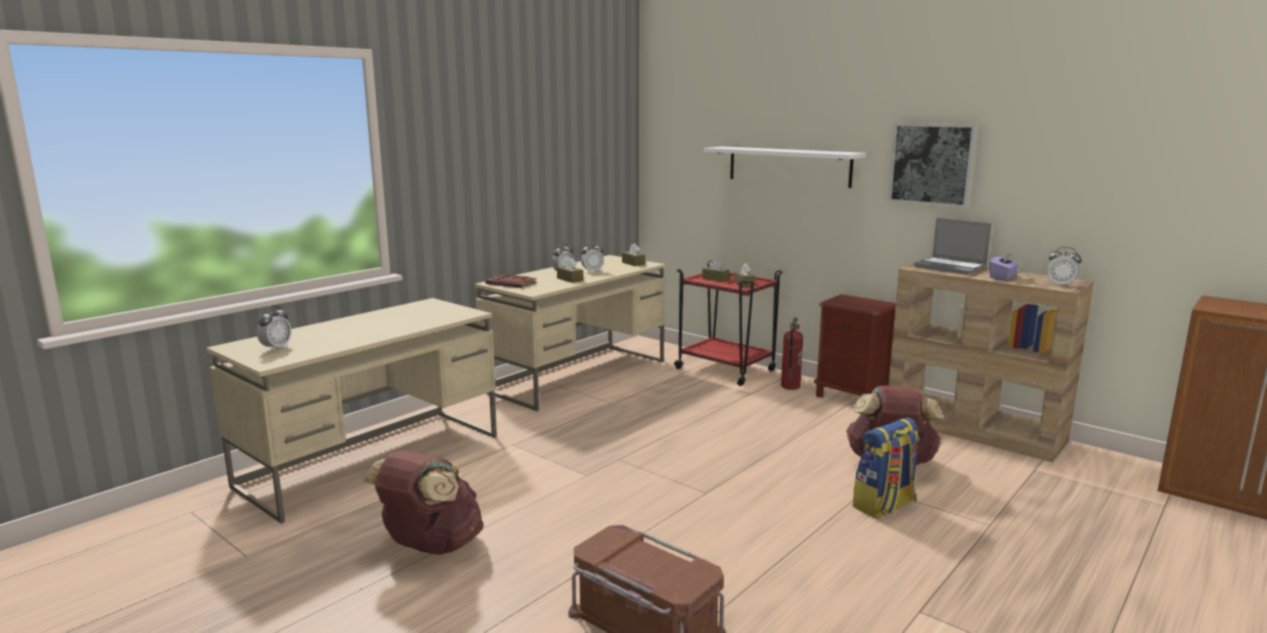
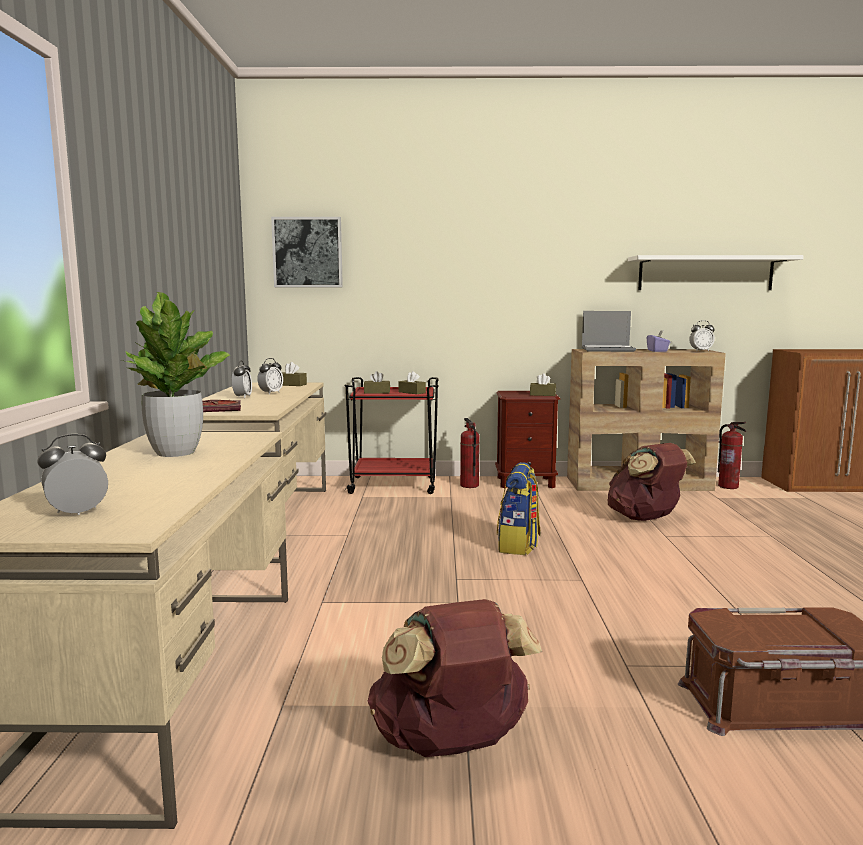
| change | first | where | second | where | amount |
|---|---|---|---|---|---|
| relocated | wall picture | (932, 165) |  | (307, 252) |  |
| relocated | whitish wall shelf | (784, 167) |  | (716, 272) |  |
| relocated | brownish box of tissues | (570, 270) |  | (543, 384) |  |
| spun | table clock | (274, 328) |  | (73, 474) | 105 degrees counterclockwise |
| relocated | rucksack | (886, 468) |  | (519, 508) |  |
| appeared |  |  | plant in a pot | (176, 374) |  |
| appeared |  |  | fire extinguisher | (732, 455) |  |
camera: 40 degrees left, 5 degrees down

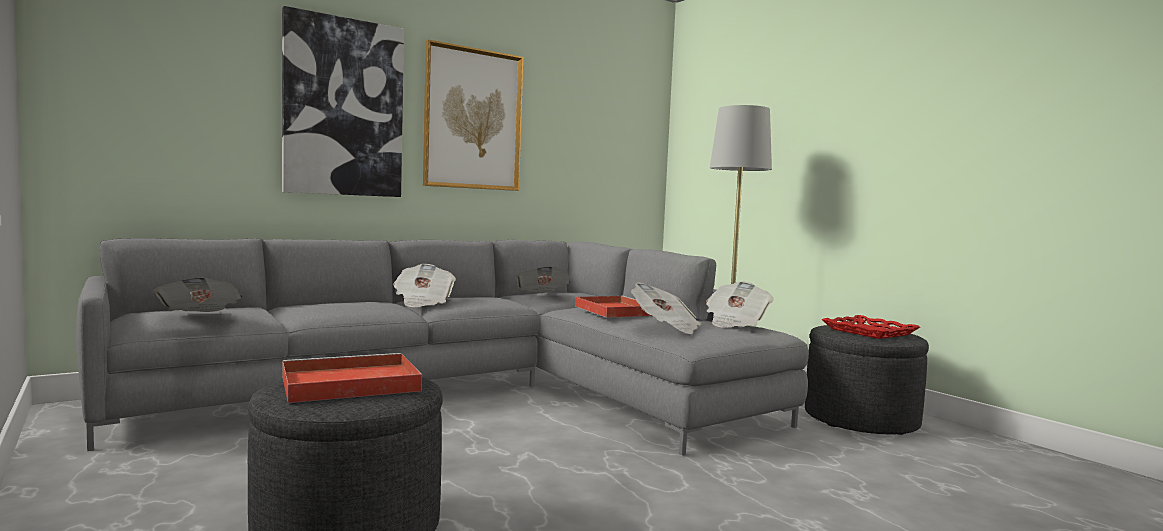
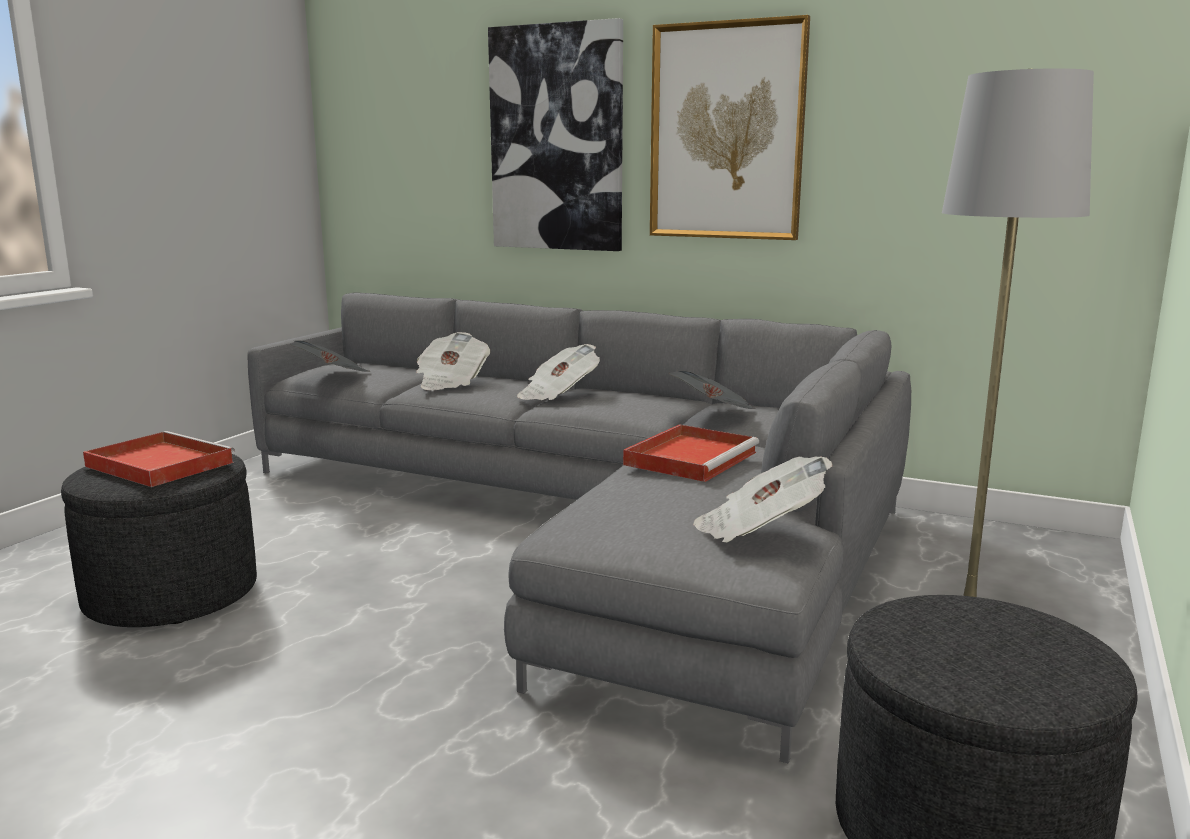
| change | first | where | second | where | amount |
|---|---|---|---|---|---|
| relocated | newspaper | (666, 308) |  | (453, 361) |  |
| missing | red-coloured tray | (870, 327) |  |  |  |
camera: 60 degrees right, 10 degrees up

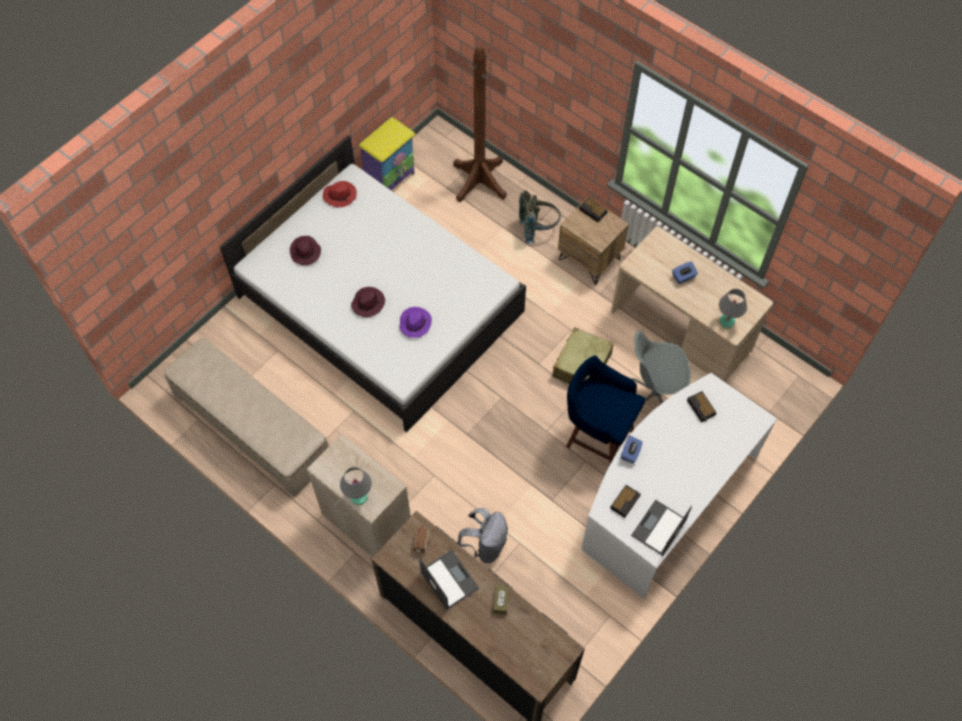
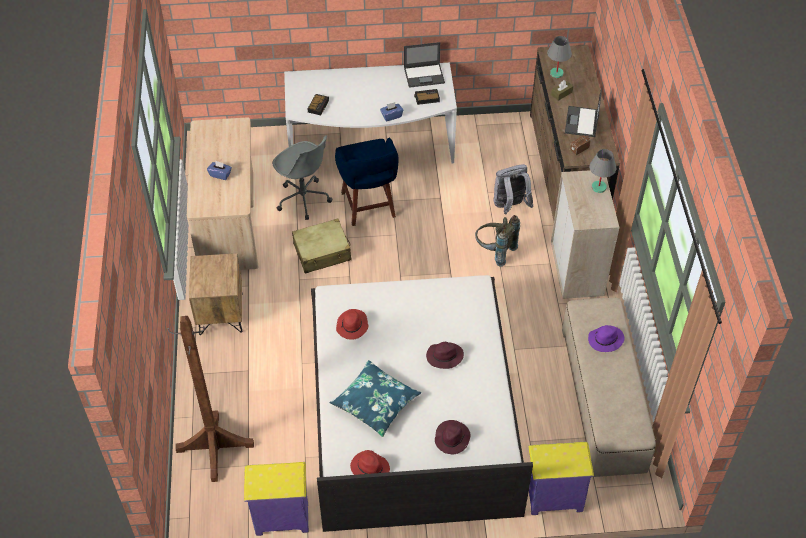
| change | first | where | second | where | amount |
|---|---|---|---|---|---|
| relocated | gray rucksack | (540, 217) |  | (497, 241) |  |
| missing | table clock | (593, 209) |  |  |  |
| relocated | gray lamp for a table | (733, 308) |  | (559, 57) |  |
| relocated | purple clothing hat | (415, 322) |  | (606, 338) |  |
| appeared |  |  | red-coloured clothing hat | (352, 324) |  |
| appeared |  |  | blue-coloured throw pillow | (375, 398) |  |
| appeared |  |  | night table | (561, 478) |  |
camera: 135 degrees left, 10 degrees down

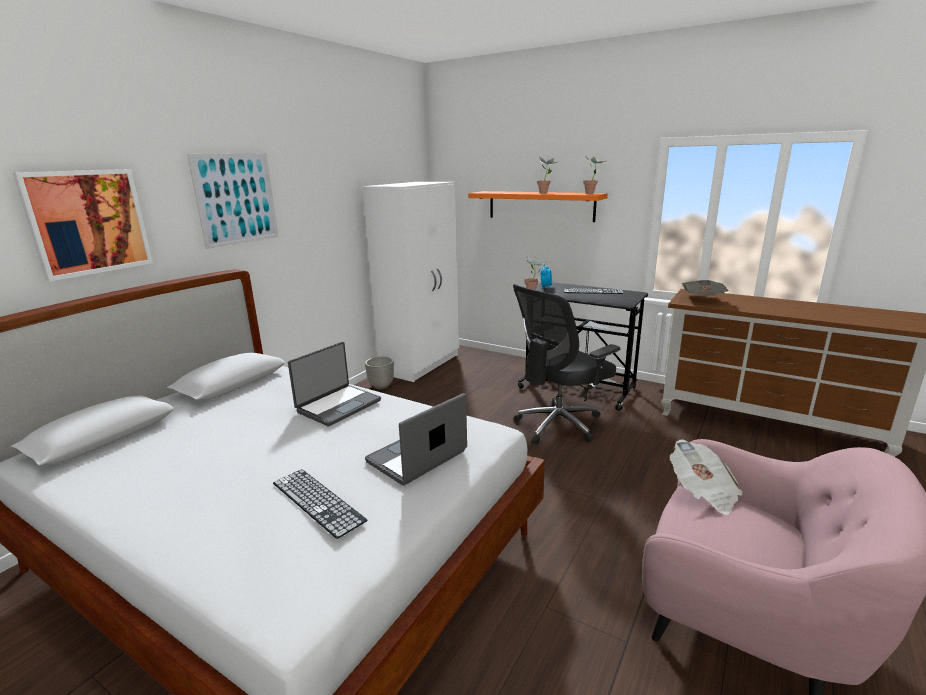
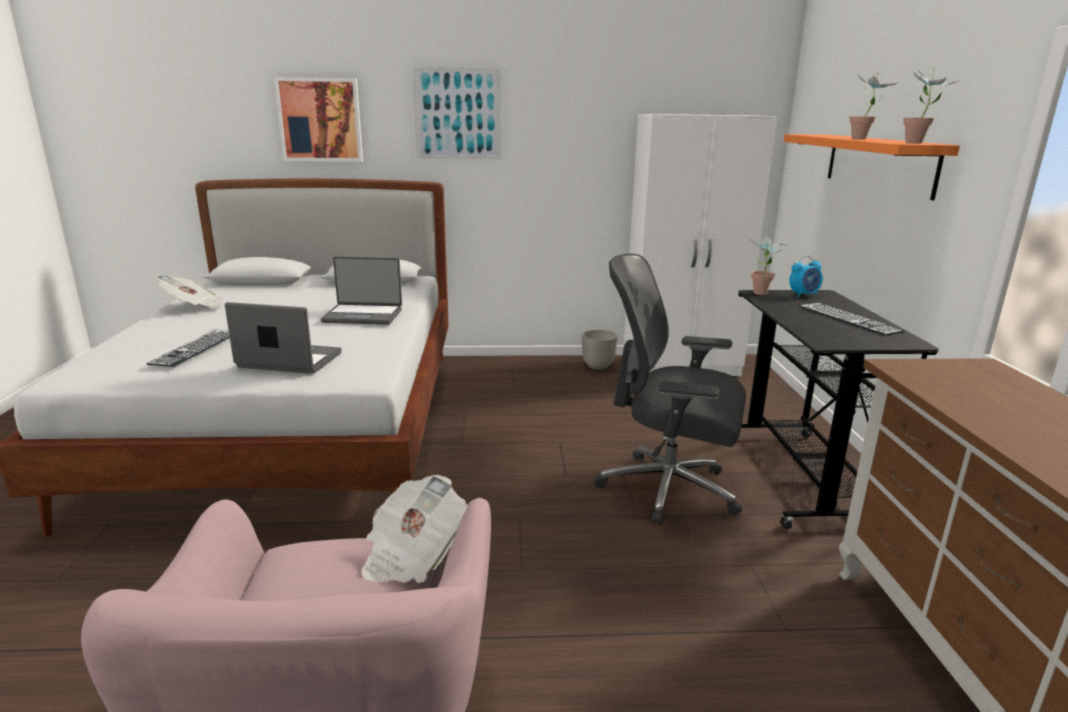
| change | first | where | second | where | amount |
|---|---|---|---|---|---|
| relocated | newspaper | (705, 288) |  | (189, 292) |  |
camera: 55 degrees right, 0 degrees up

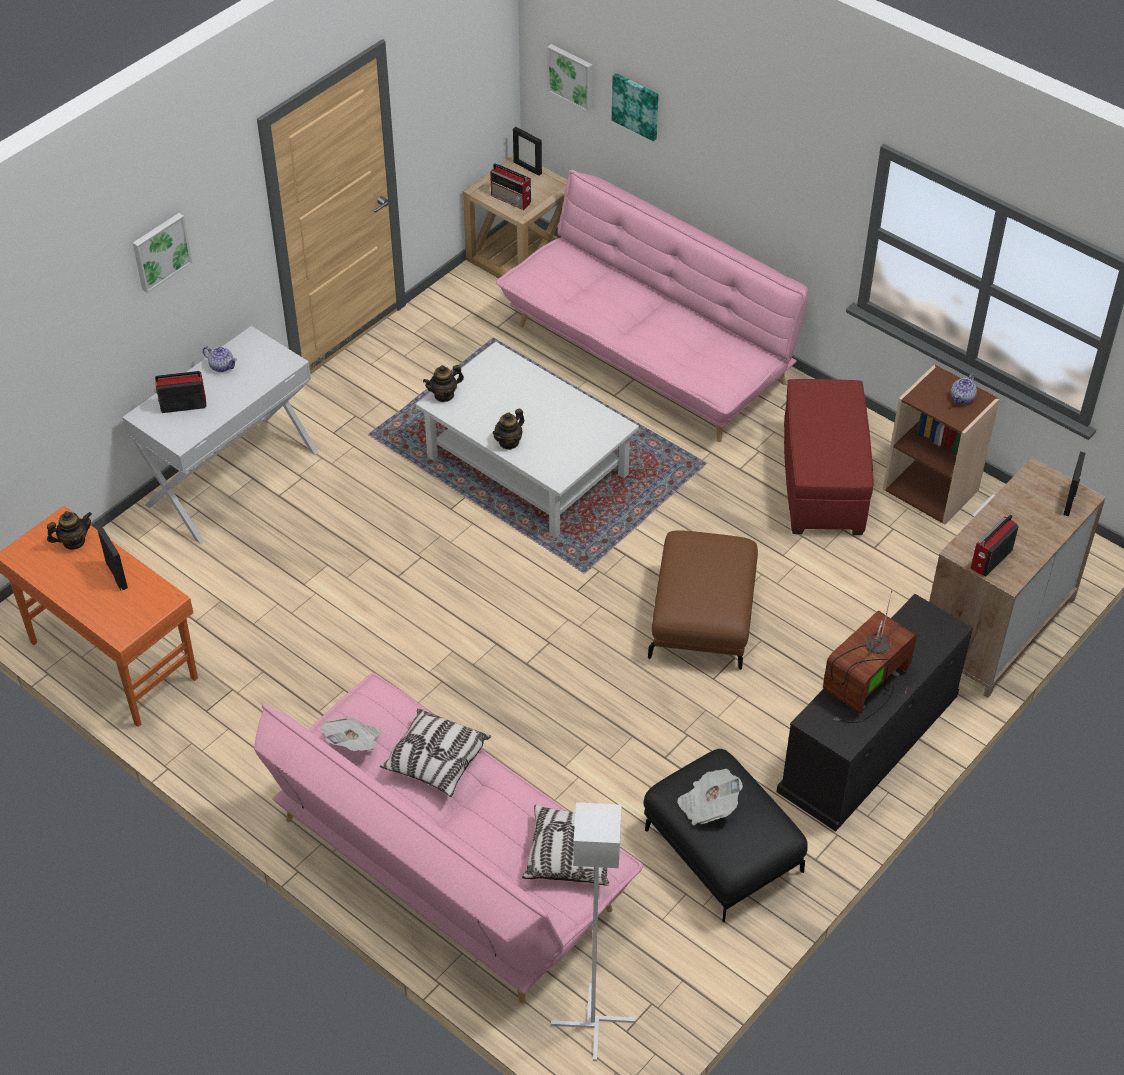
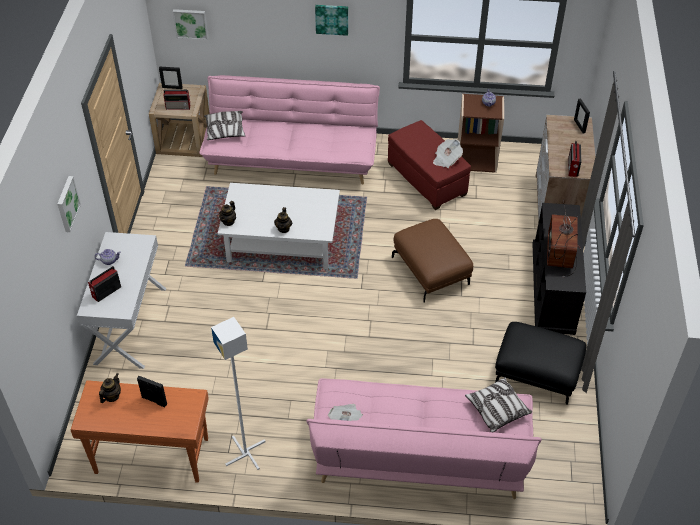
| change | first | where | second | where | amount |
|---|---|---|---|---|---|
| relocated | wall picture | (635, 107) |  | (331, 20) |  |
| relocated | throw pillow | (435, 753) |  | (224, 125) |  |
| relocated | newspaper | (710, 797) |  | (448, 153) |  |
| relocated | whitish standing lamp | (593, 931) |  | (238, 393) |  |
camera: 35 degrees left, 0 degrees up

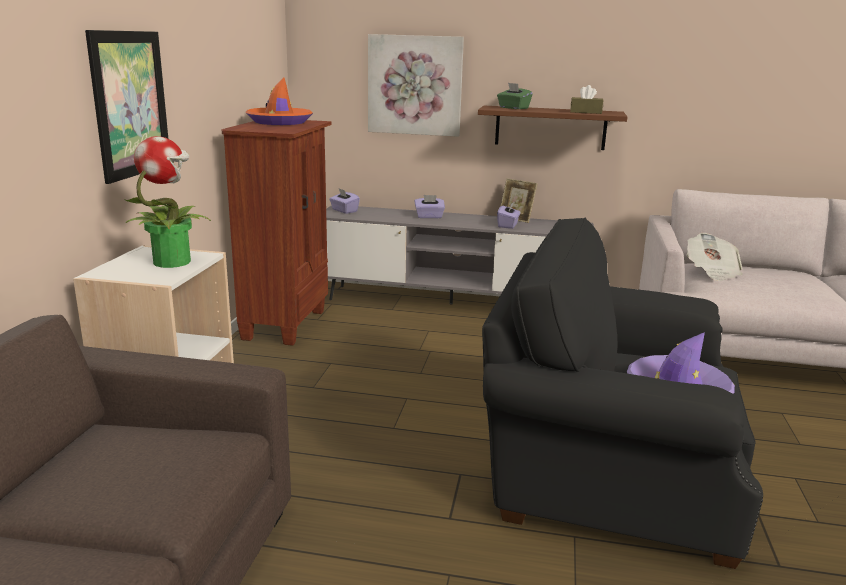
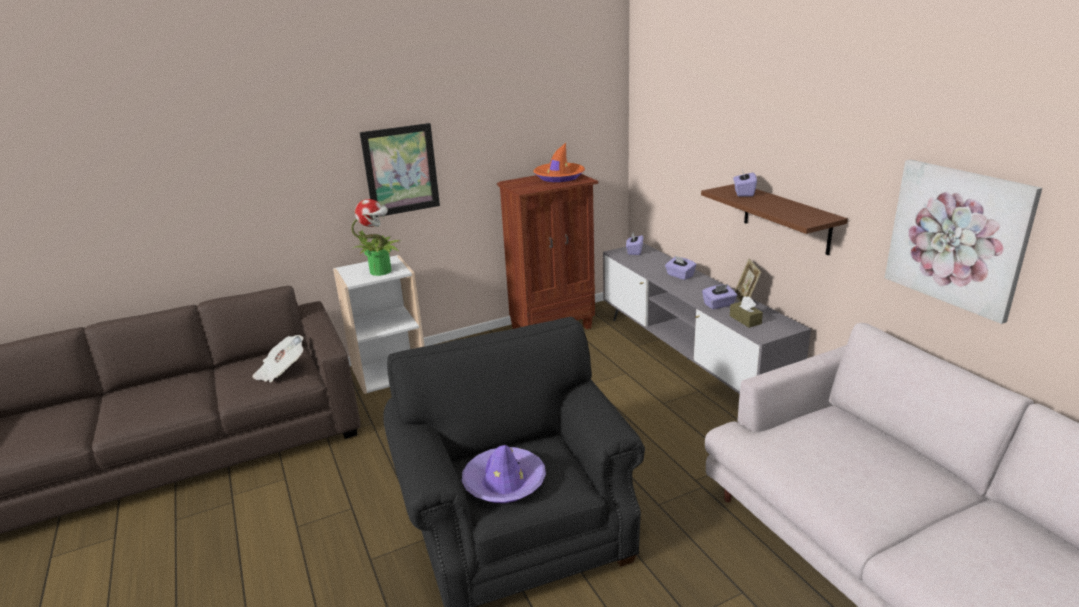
| change | first | where | second | where | amount |
|---|---|---|---|---|---|
| relocated | wall picture | (416, 85) |  | (963, 241) |  |
| colour | greenish box of tissues | (515, 96) | purple box of tissues | (745, 182) |  |
| relocated | brownish box of tissues | (586, 99) |  | (746, 312) |  |
| relocated | newspaper | (715, 257) |  | (278, 359) |  |
camera: 55 degrees right, 5 degrees up

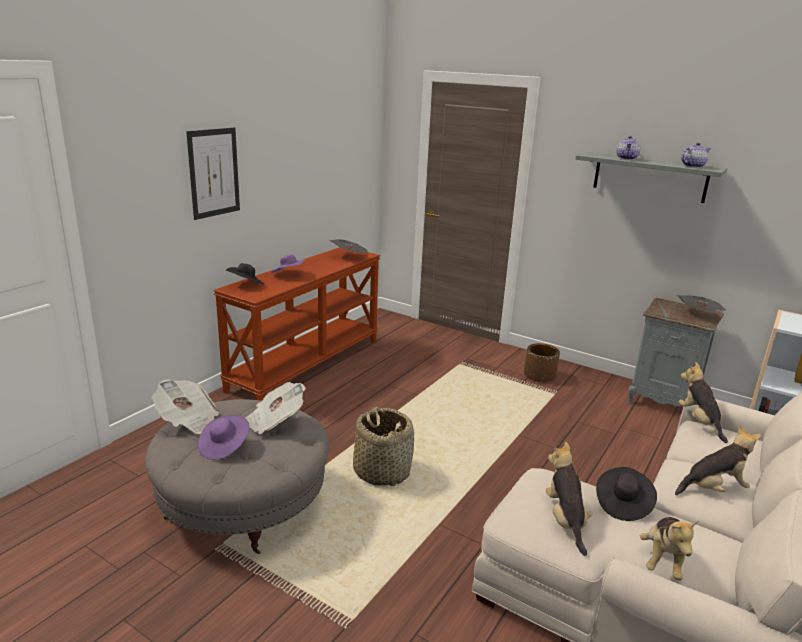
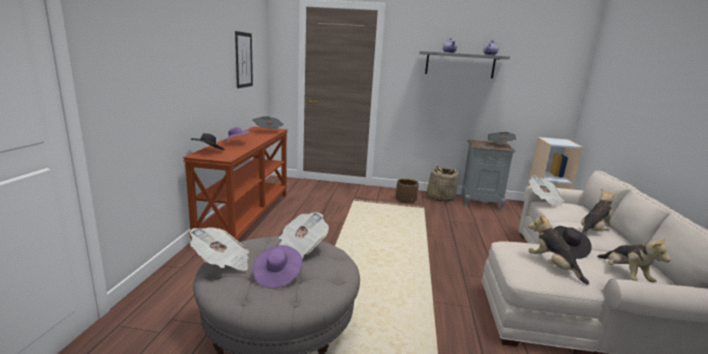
| change | first | where | second | where | amount |
|---|---|---|---|---|---|
| relocated | wall picture | (213, 174) |  | (244, 59) |  |
| exchanged | cuddly toy | (703, 402) | newspaper | (547, 191) |  |
| relocated | storage basket | (383, 446) |  | (442, 184) |  |
camera: 25 degrees left, 5 degrees down

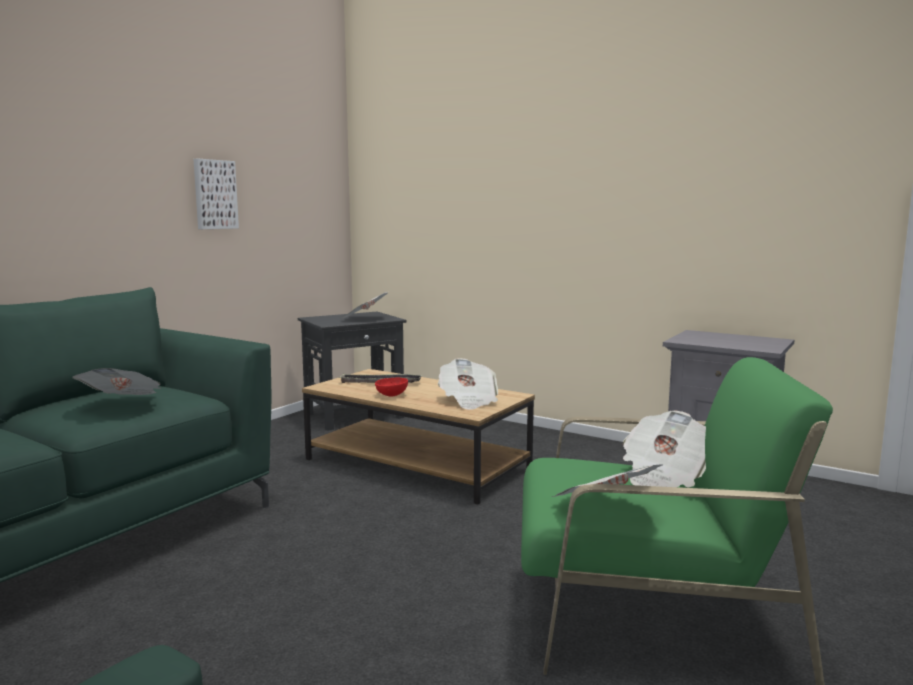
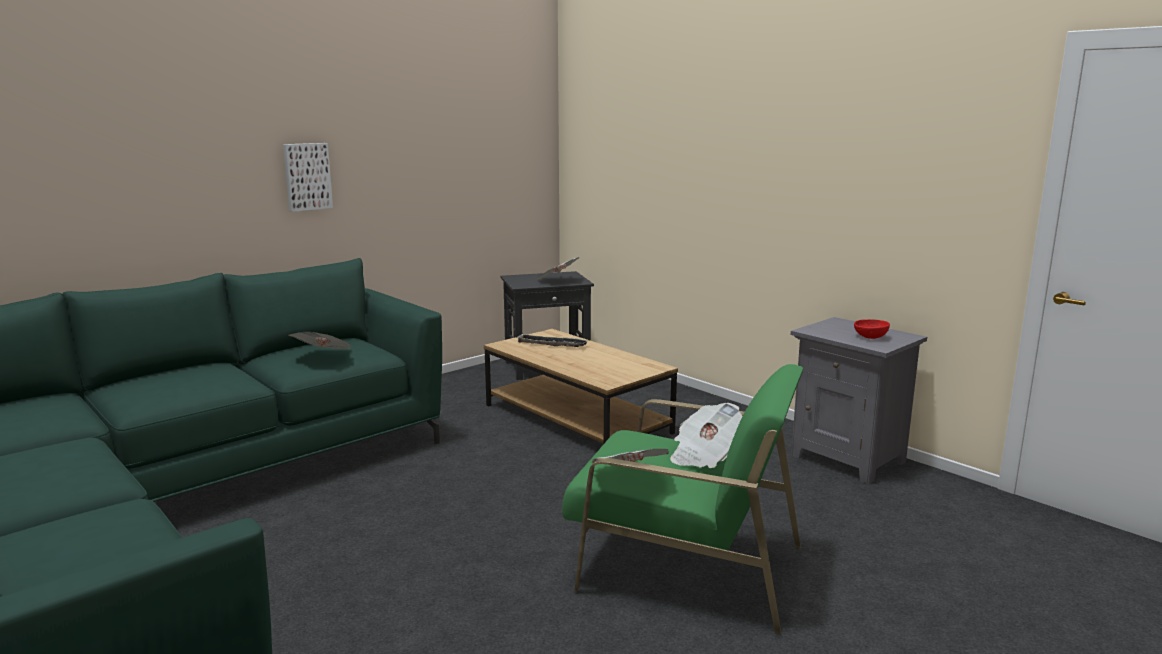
| change | first | where | second | where | amount |
|---|---|---|---|---|---|
| relocated | wall picture | (216, 194) |  | (308, 177) |  |
| missing | newspaper | (468, 384) |  |  |  |
| relocated | red-coloured bowl | (391, 387) |  | (872, 329) |  |
camera: 15 degrees right, 5 degrees up

